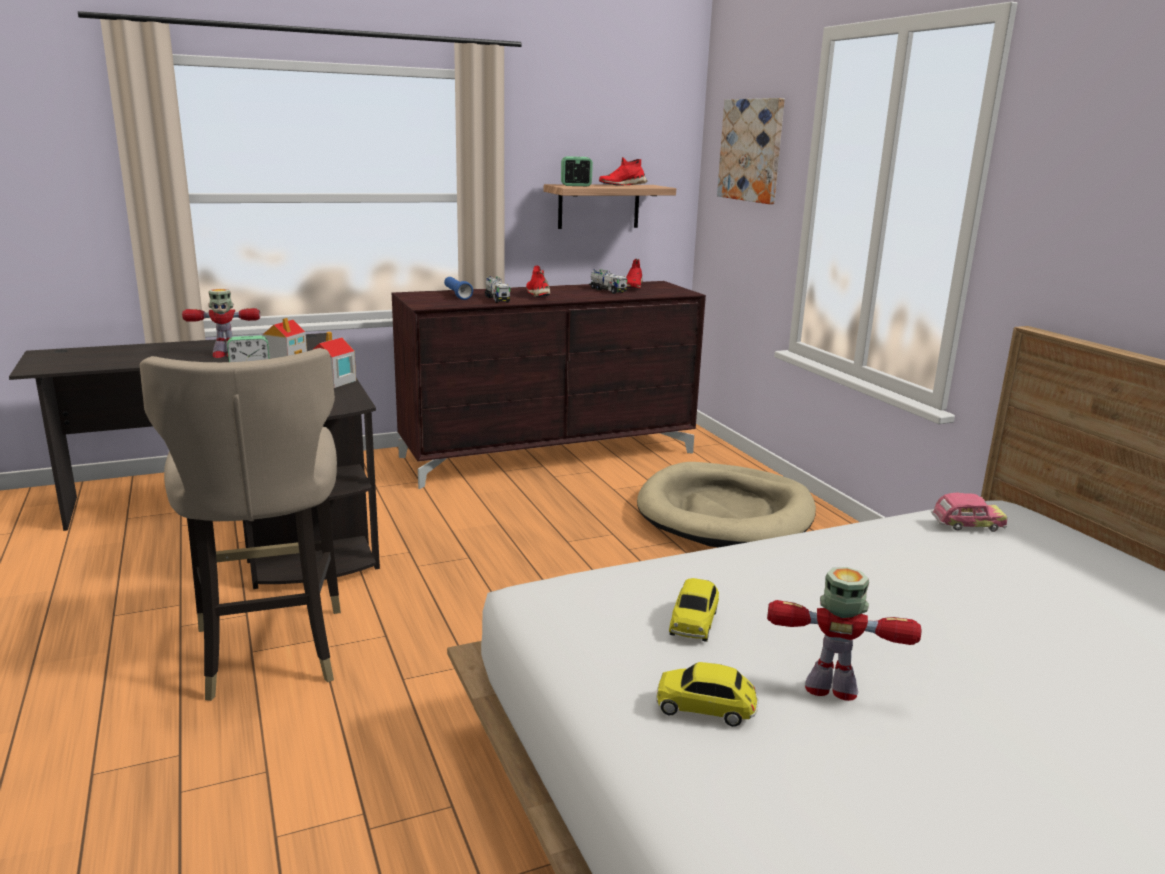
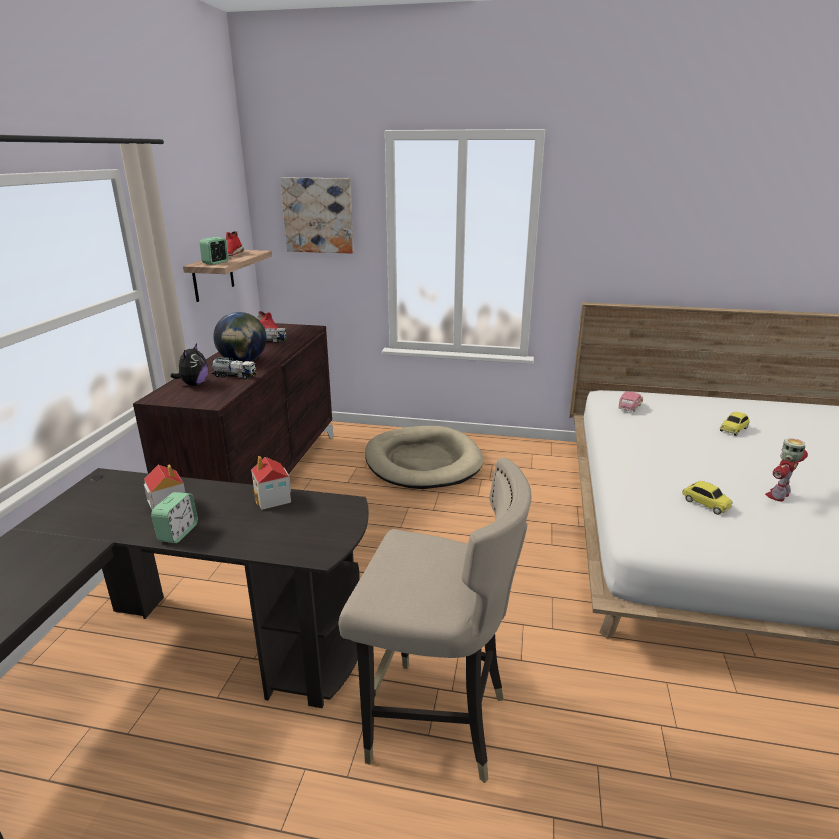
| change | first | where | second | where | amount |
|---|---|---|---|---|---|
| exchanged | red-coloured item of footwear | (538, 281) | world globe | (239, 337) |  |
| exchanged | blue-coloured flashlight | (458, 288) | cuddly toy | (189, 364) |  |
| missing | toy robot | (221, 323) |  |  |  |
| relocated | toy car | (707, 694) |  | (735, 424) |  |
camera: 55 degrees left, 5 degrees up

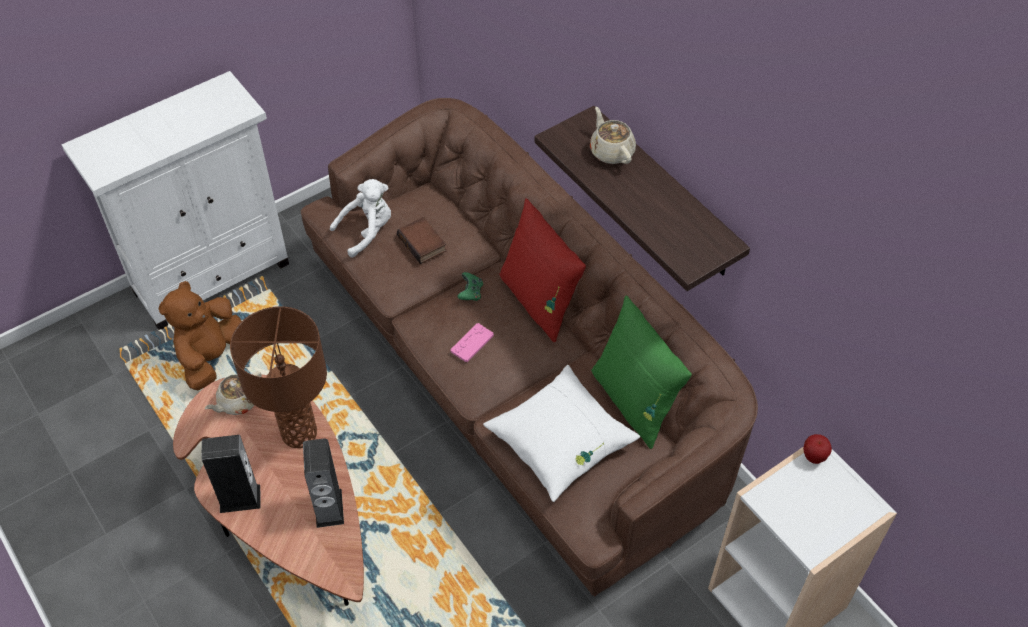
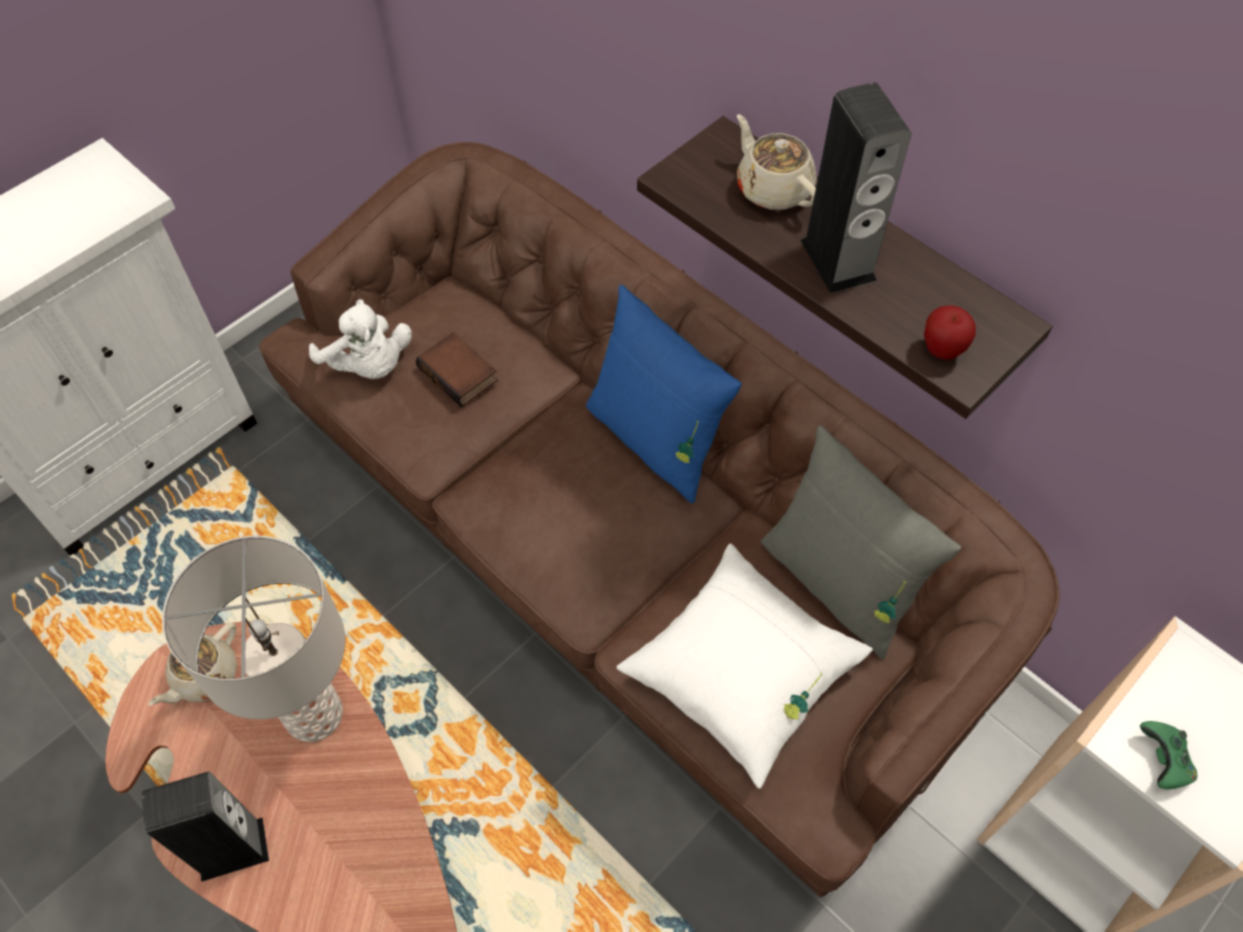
| change | first | where | second | where | amount |
|---|---|---|---|---|---|
| spun | whitish cuddly toy | (360, 218) |  | (360, 339) | 90 degrees clockwise |
| colour | red-coloured throw pillow | (542, 270) | blue-coloured throw pillow | (664, 394) |  |
| relocated | greenish game controller | (470, 286) |  | (1169, 755) |  |
| missing | brownish cuddly toy | (200, 335) |  |  |  |
| colour | greenish throw pillow | (641, 372) | gray throw pillow | (861, 542) |  |
| colour | brownish lamp for a table | (278, 377) | whitish lamp for a table | (253, 639) |  |
| missing | pink game controller | (472, 342) |  |  |  |
| relocated | whole apple | (817, 449) |  | (950, 332) |  |
| relocated | speaker | (323, 483) |  | (856, 187) |  |
camera: 10 degrees left, 5 degrees up

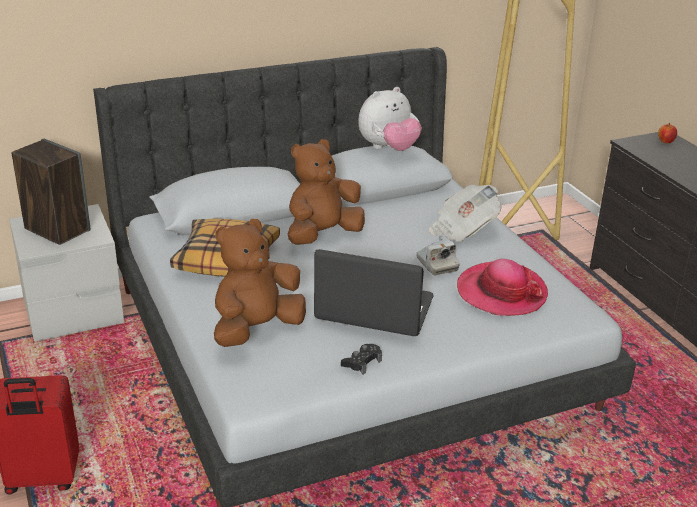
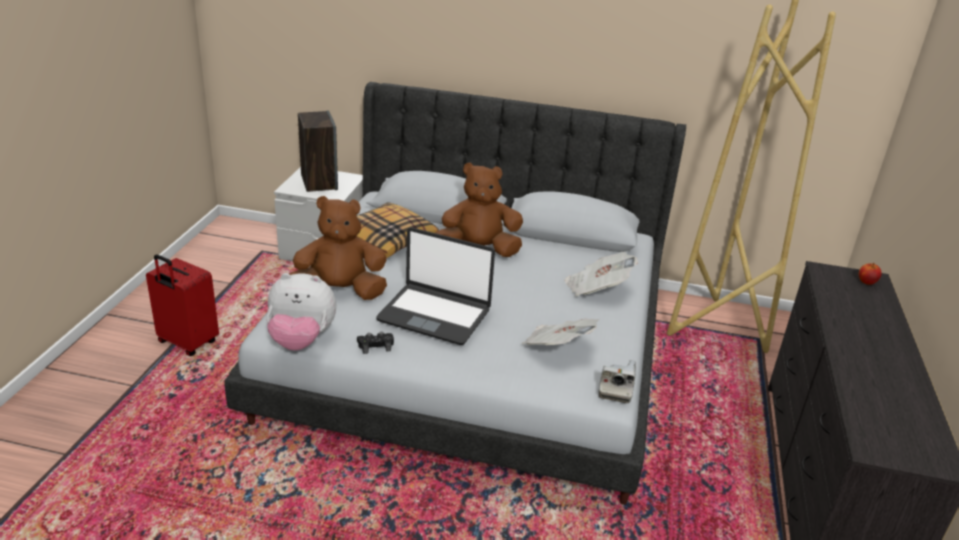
| change | first | where | second | where | amount |
|---|---|---|---|---|---|
| relocated | cuddly toy | (390, 119) |  | (301, 311) |  |
| relocated | still camera | (438, 255) |  | (617, 381) |  |
| spun | laptop | (374, 292) |  | (435, 286) | 150 degrees clockwise |
| exchanged | clothing hat | (502, 287) | newspaper | (561, 332) |  |
camera: 35 degrees right, 0 degrees up

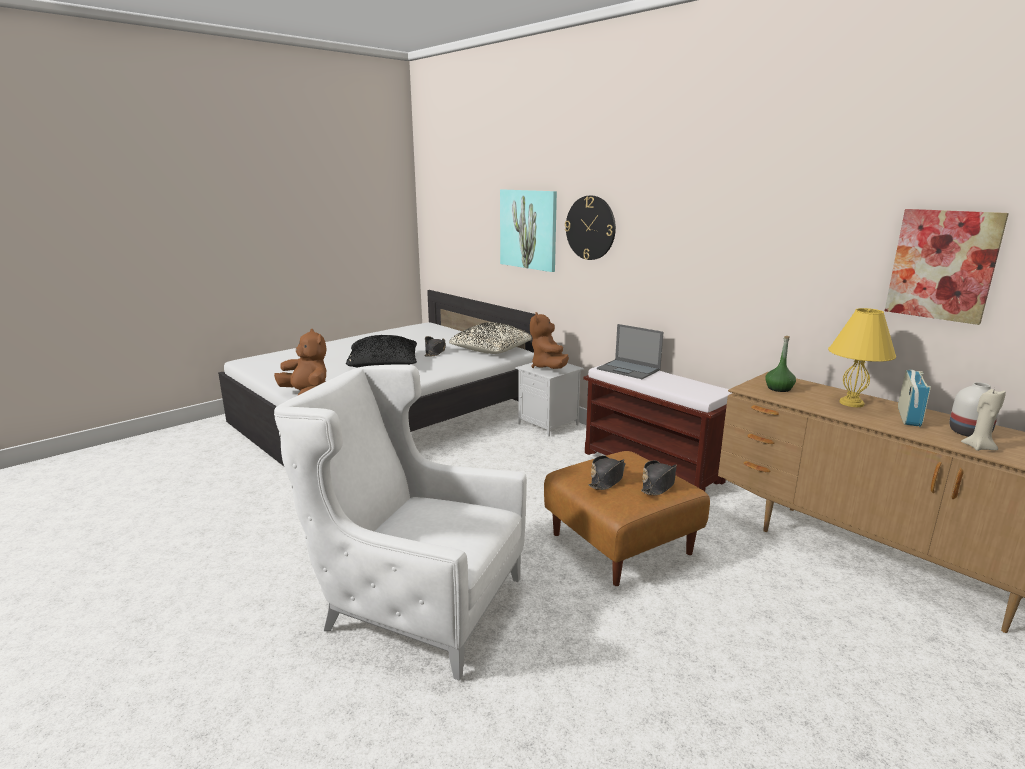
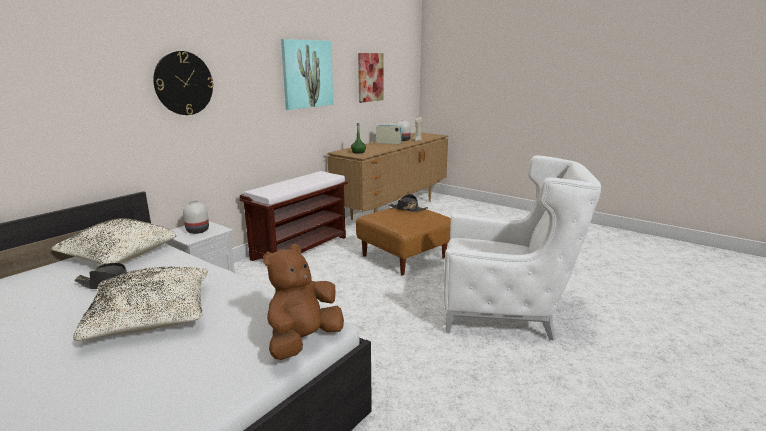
| change | first | where | second | where | amount |
|---|---|---|---|---|---|
| relocated | wall picture | (528, 231) |  | (307, 74) |  |
| missing | yellow lamp for a table | (862, 357) |  |  |  |
| exchanged | brownish cuddly toy | (549, 340) | whitish decorative vase | (196, 217) |  |
| missing | laptop | (630, 351) |  |  |  |
| colour | black-coloured throw pillow | (381, 351) | beige-coloured throw pillow | (140, 303) |  |
| spun | whitish lounge chair | (400, 522) |  | (522, 247) | 90 degrees counterclockwise |
| missing | black-coloured clothing hat | (607, 472) |  |  |  |
camera: 100 degrees left, 0 degrees up

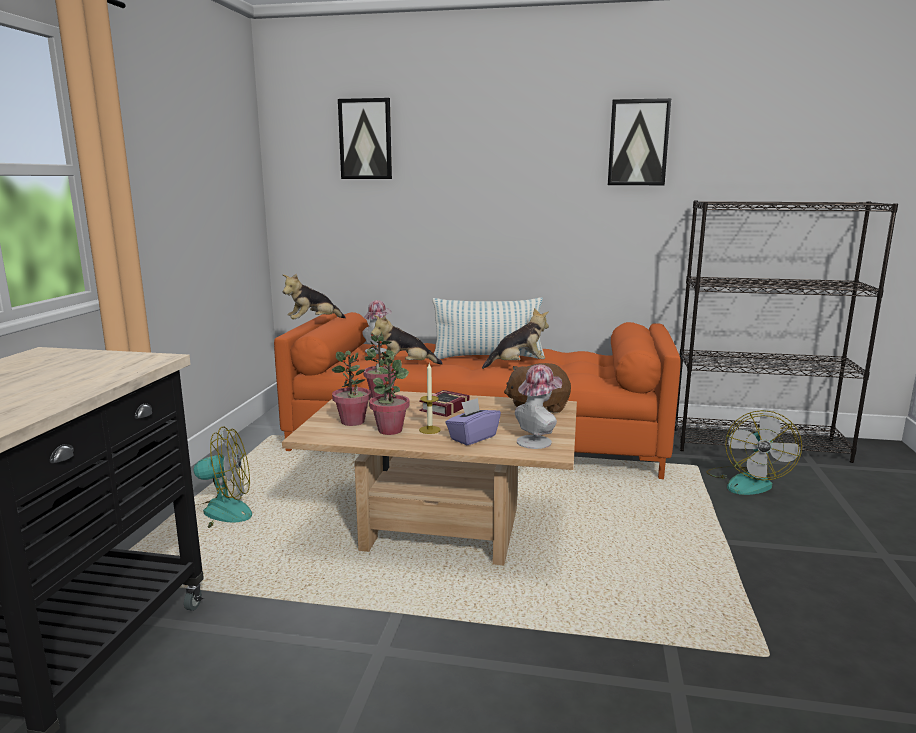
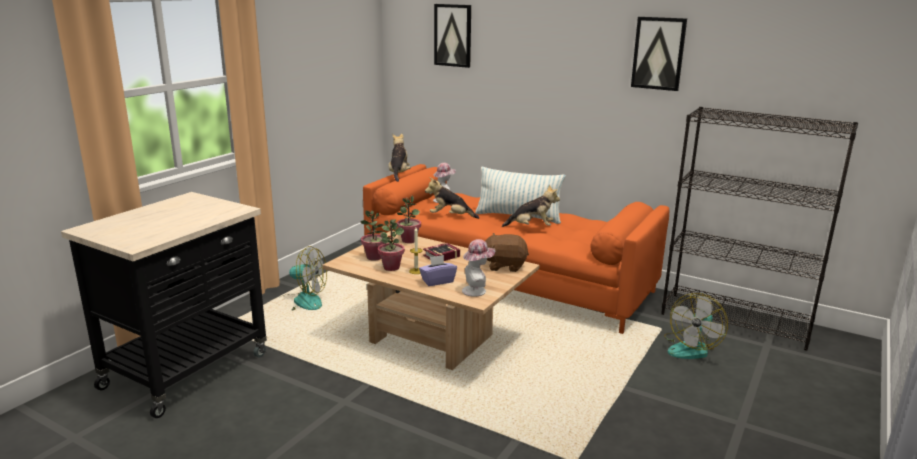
| change | first | where | second | where | amount |
|---|---|---|---|---|---|
| spun | cuddly toy | (314, 296) |  | (400, 158) | 105 degrees clockwise |
camera: 20 degrees right, 5 degrees up

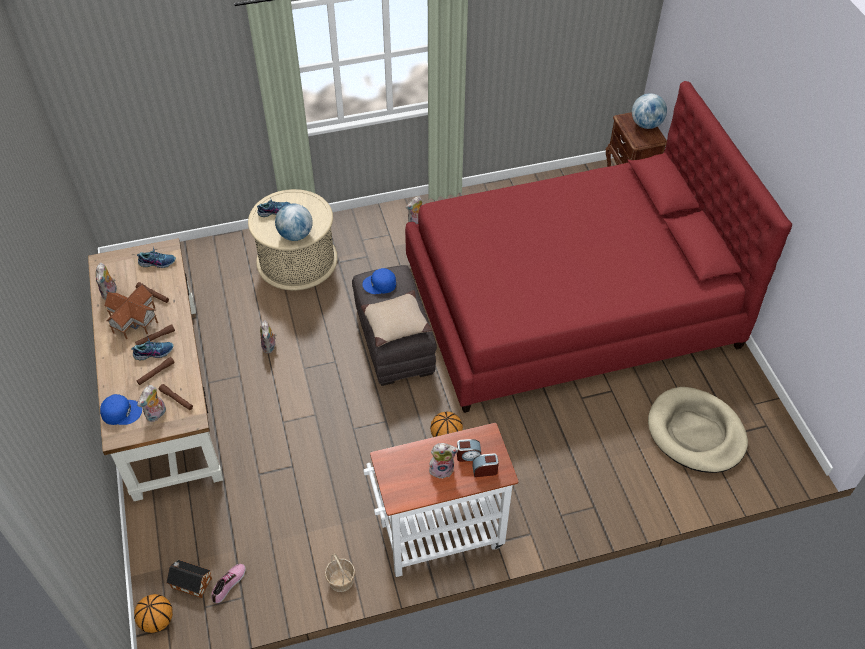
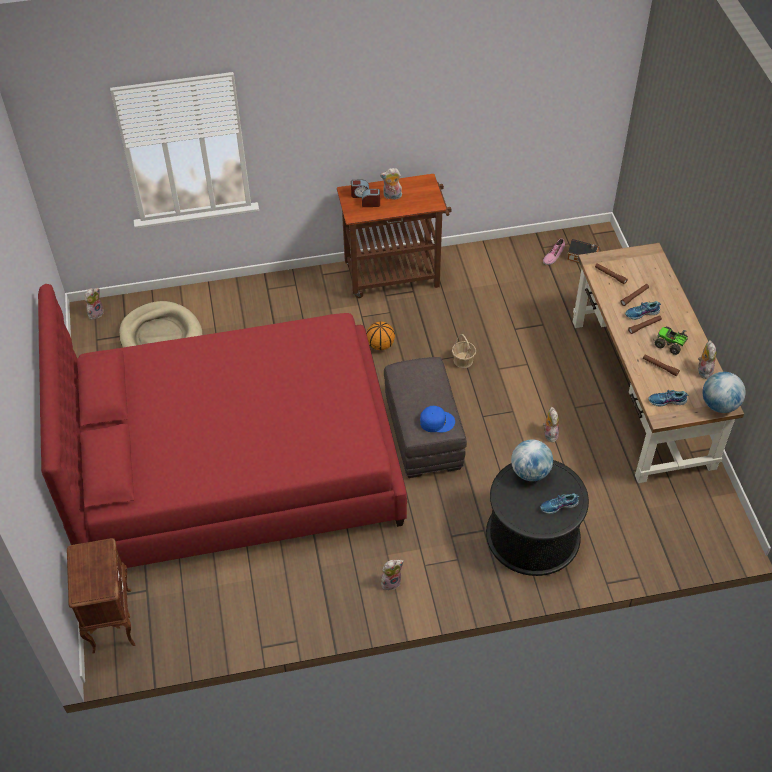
| change | first | where | second | where | amount |
|---|---|---|---|---|---|
| relocated | world globe | (649, 111) |  | (724, 392) |  |
| colour | beige-coloured low table | (293, 239) | black-coloured low table | (537, 518) |  |
| exchanged | miniature house | (131, 312) | toy truck | (671, 341) |  |
| missing | beige-coloured throw pillow | (397, 318) |  |  |  |
| relocated | cuddly toy | (151, 403) |  | (94, 304) |  |
| missing | blue-coloured peaked cap | (121, 409) |  |  |  |
| colour | whitish wheeled cart | (441, 500) | brownish wheeled cart | (394, 236) |  |
| relocated | storage basket | (340, 572) |  | (464, 351) |  |
| missing | ball for basketball | (153, 613) |  |  |  |
camera: 175 degrees left, 0 degrees up

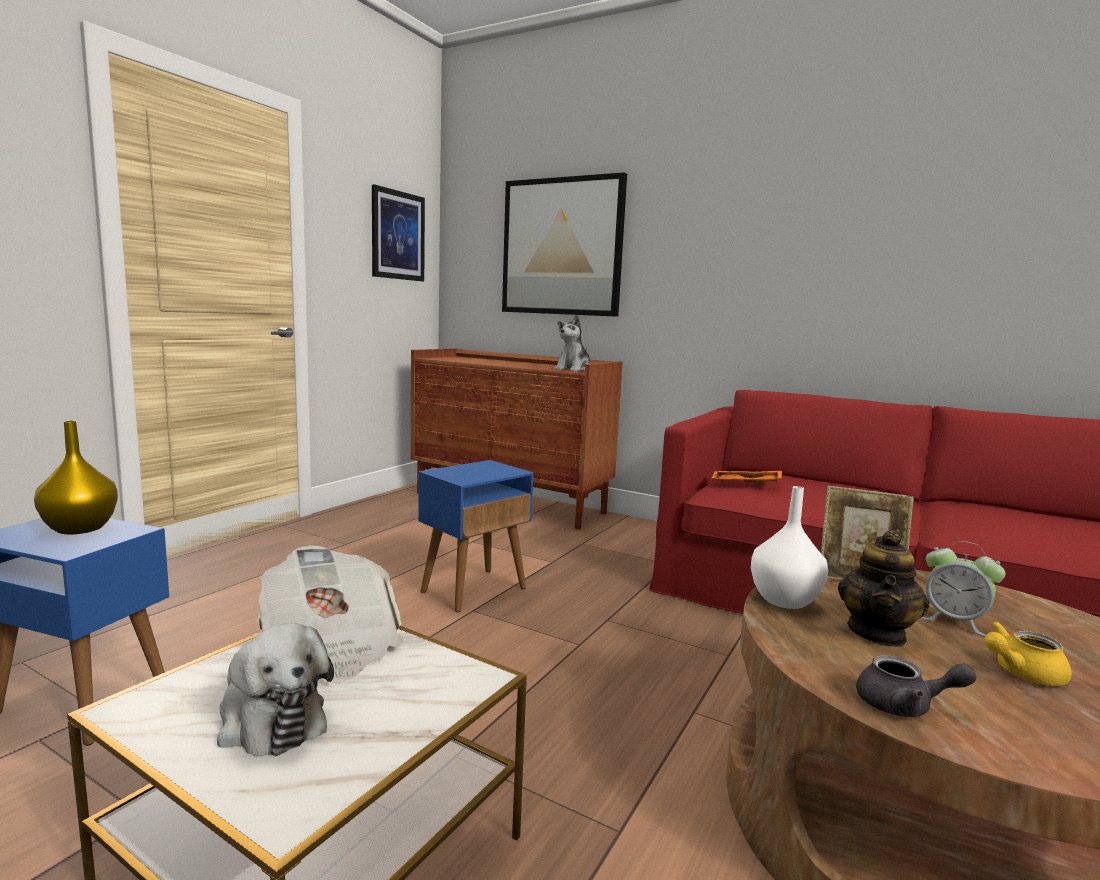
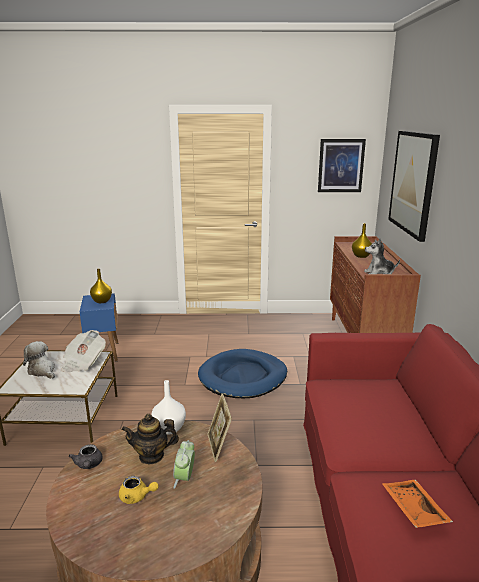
| change | first | where | second | where | amount |
|---|---|---|---|---|---|
| exchanged | blue-coloured side table | (476, 536) | blue-coloured dog bed | (242, 373) |  |
| relocated | orange-coloured tray | (746, 477) |  | (417, 504) |  |
| spun | yellow teapot | (1028, 653) |  | (139, 490) | 150 degrees clockwise |
| spun | cuddly toy | (275, 689) |  | (39, 360) | 120 degrees clockwise |
| appeared |  |  | yellow decorative vase | (362, 240) |  |
camera: 60 degrees right, 10 degrees up

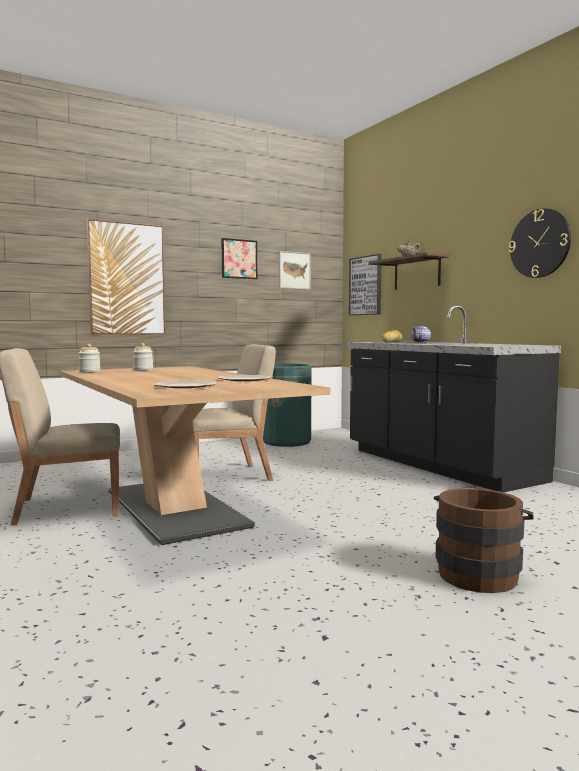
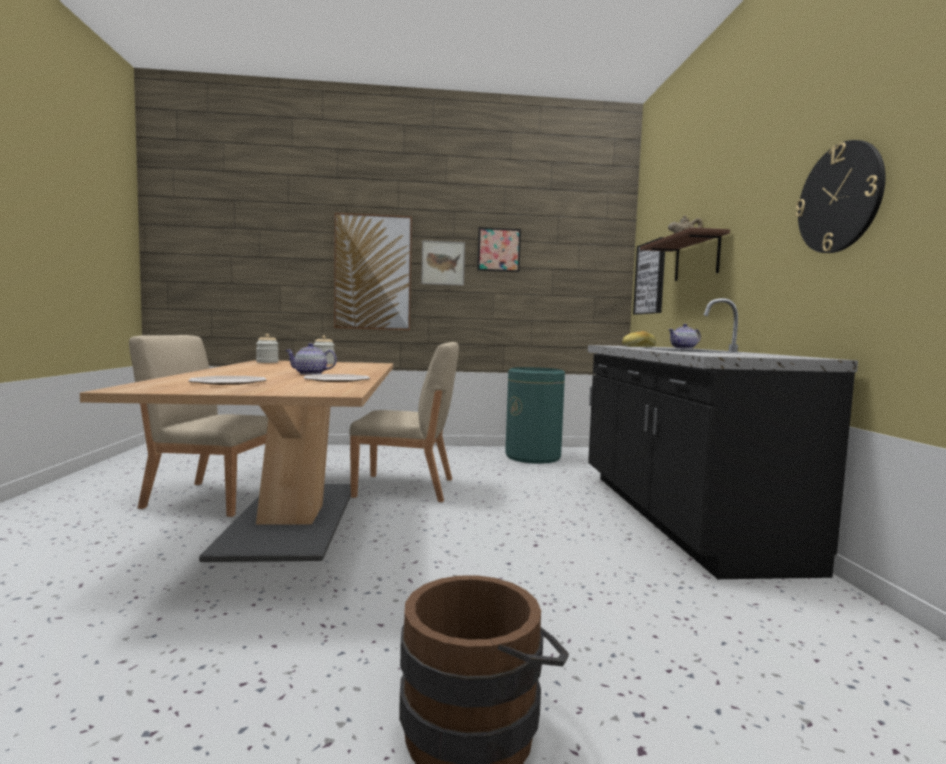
| change | first | where | second | where | amount |
|---|---|---|---|---|---|
| relocated | wall picture | (295, 270) |  | (443, 263) |  |
| appeared |  |  | teapot | (311, 359) |  |
camera: 25 degrees right, 0 degrees up

